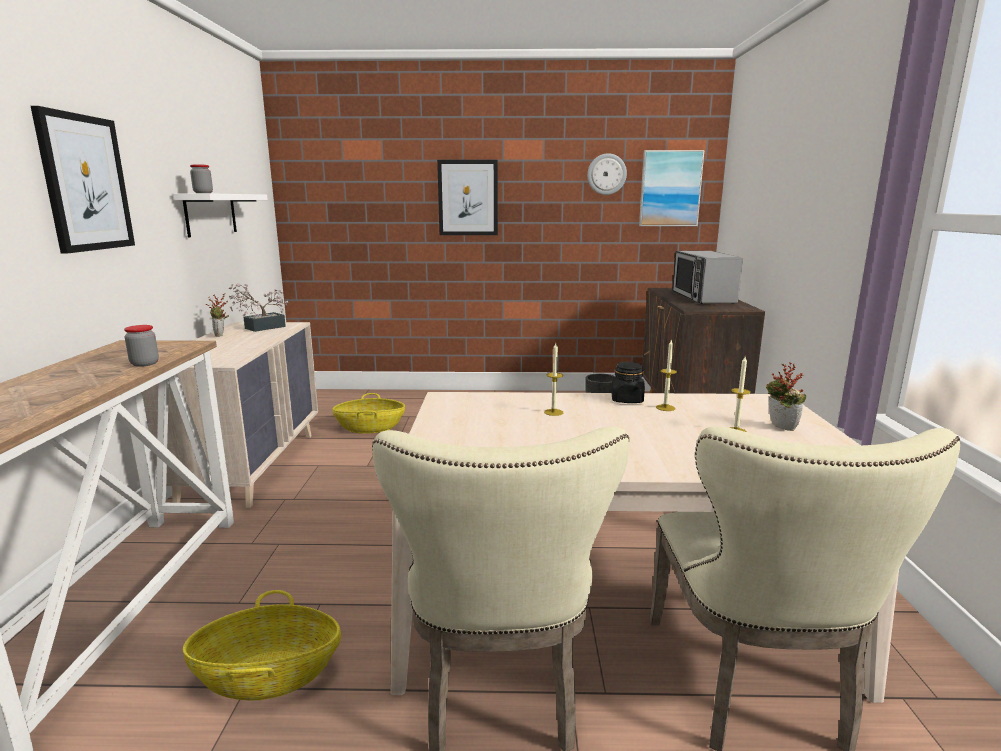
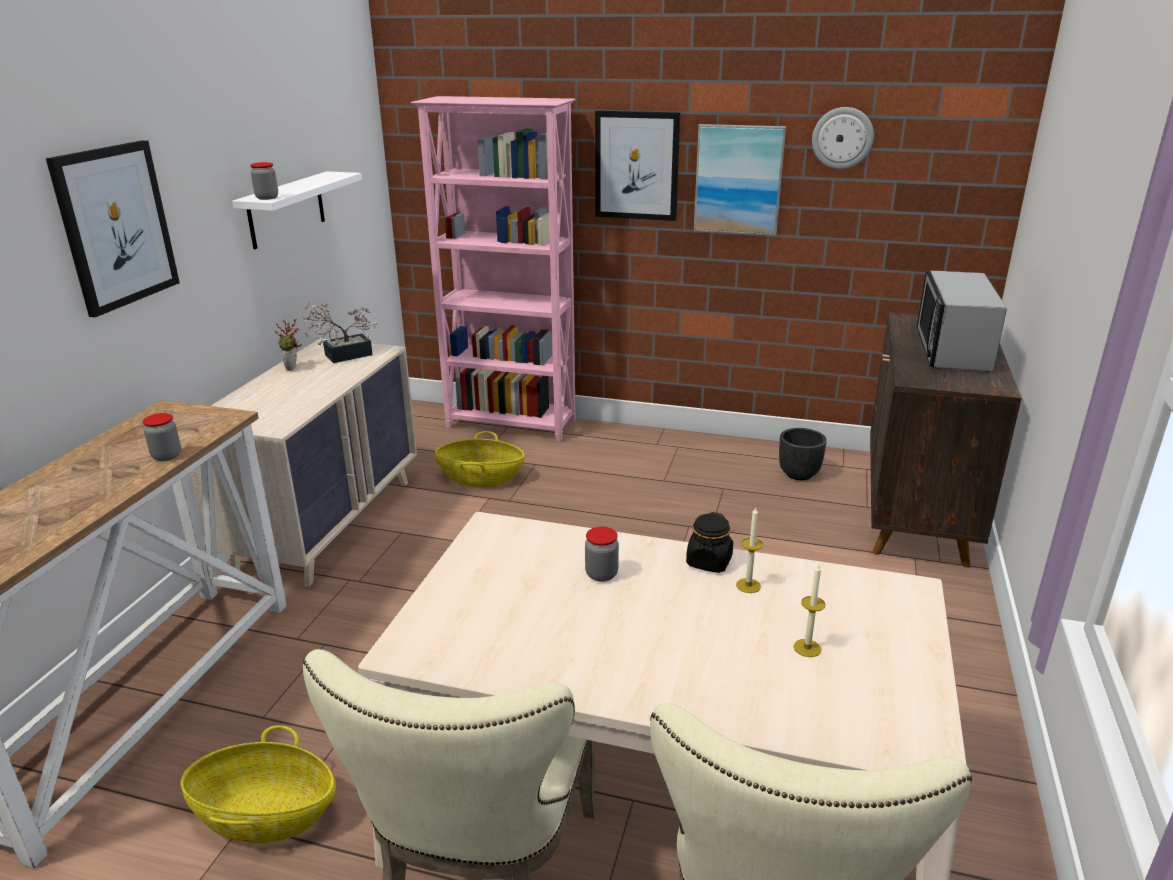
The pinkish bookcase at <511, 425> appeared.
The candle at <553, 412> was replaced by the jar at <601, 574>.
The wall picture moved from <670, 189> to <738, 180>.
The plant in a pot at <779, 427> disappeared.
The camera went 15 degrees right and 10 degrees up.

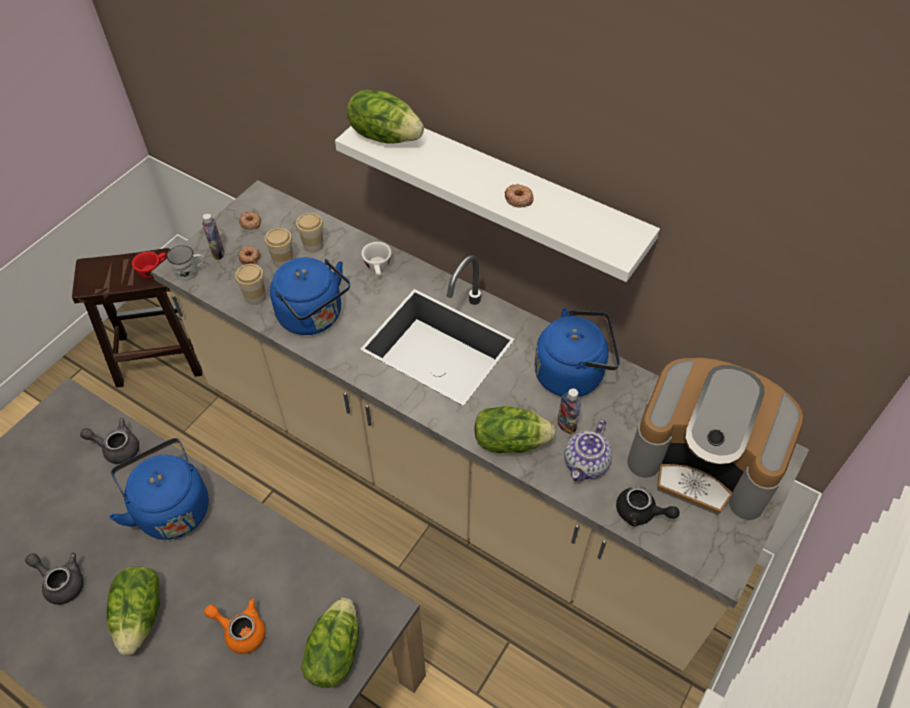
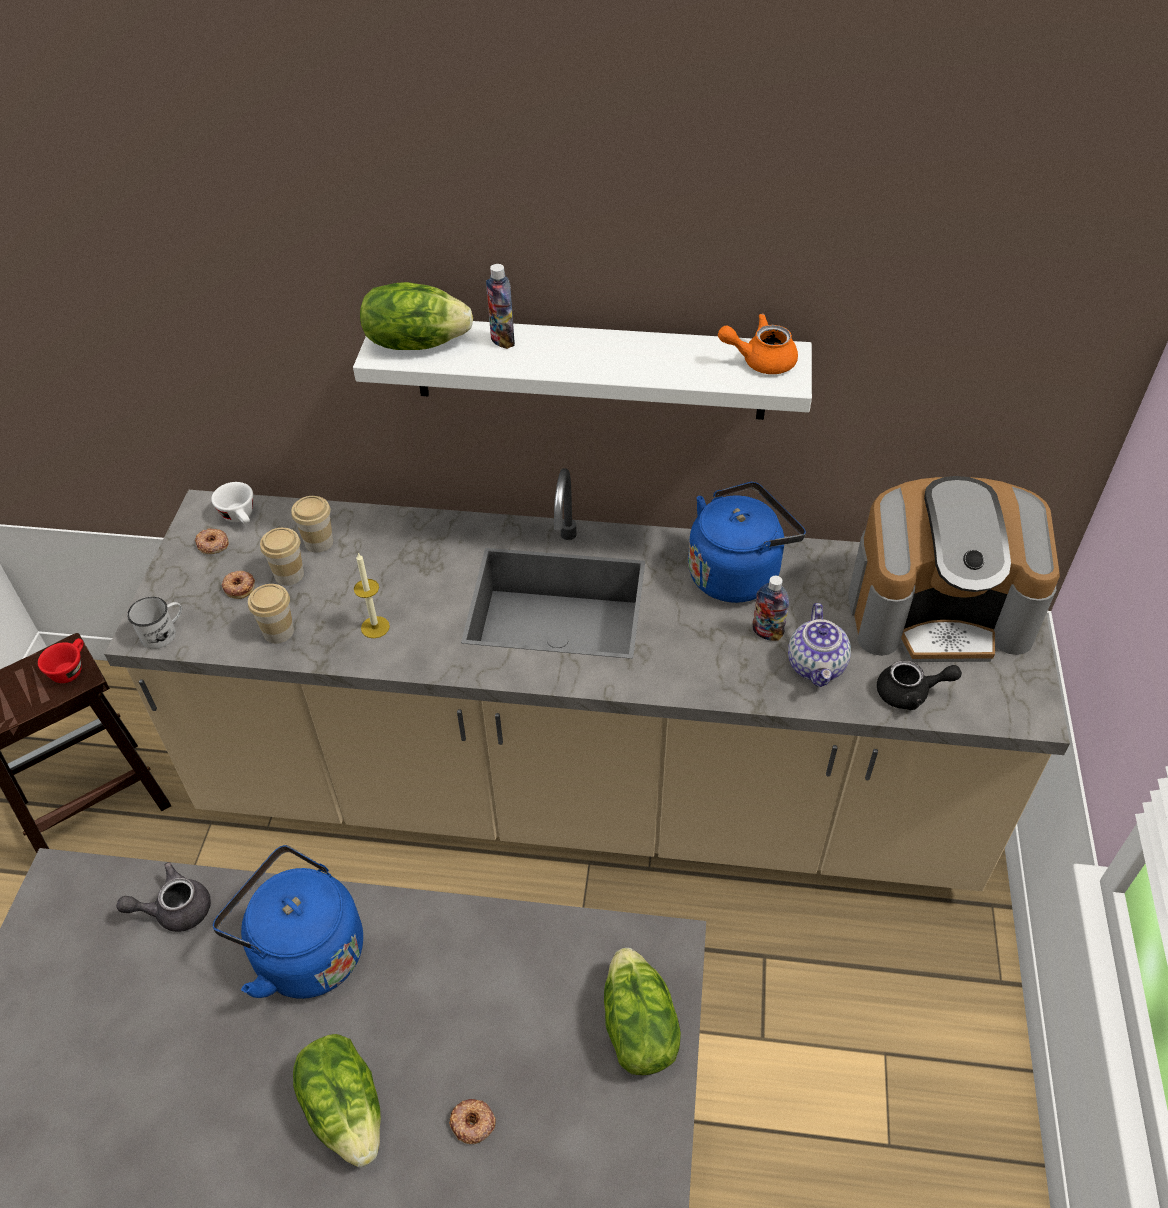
The white-coloured cup moved from <378, 268> to <241, 517>.
The bluish water kettle at <314, 317> was replaced by the candle at <375, 627>.
The ring doughnut moved from <518, 198> to <472, 1123>.
The drink bottle moved from <218, 253> to <502, 340>.
The orangey pot for tea moved from <241, 630> to <760, 360>.
The greyish pot for tea at <61, 582> disappeared.
The lettuce head at <510, 441> disappeared.
The camera went 25 degrees left and 5 degrees down.

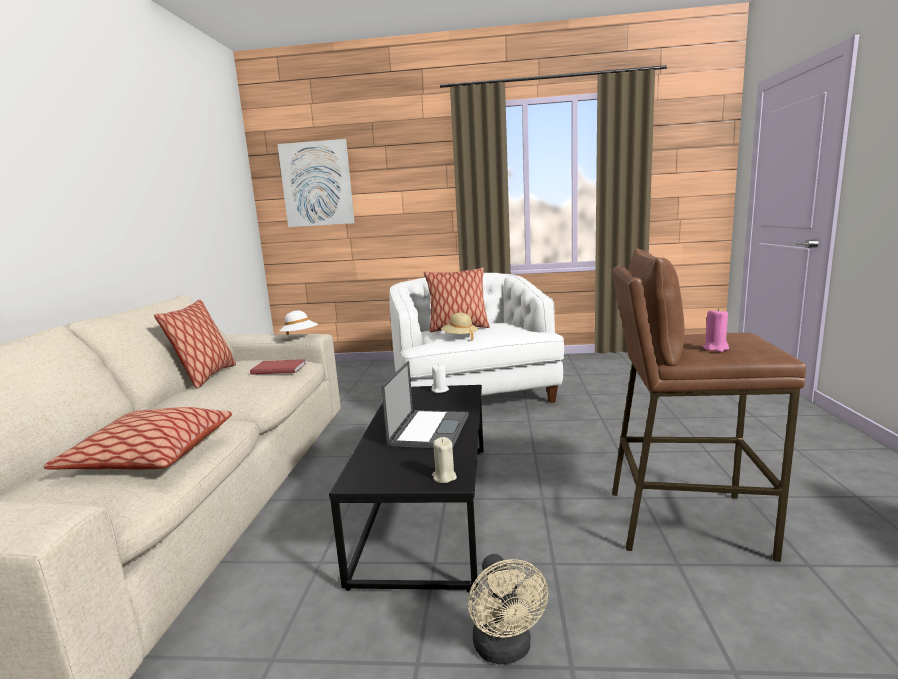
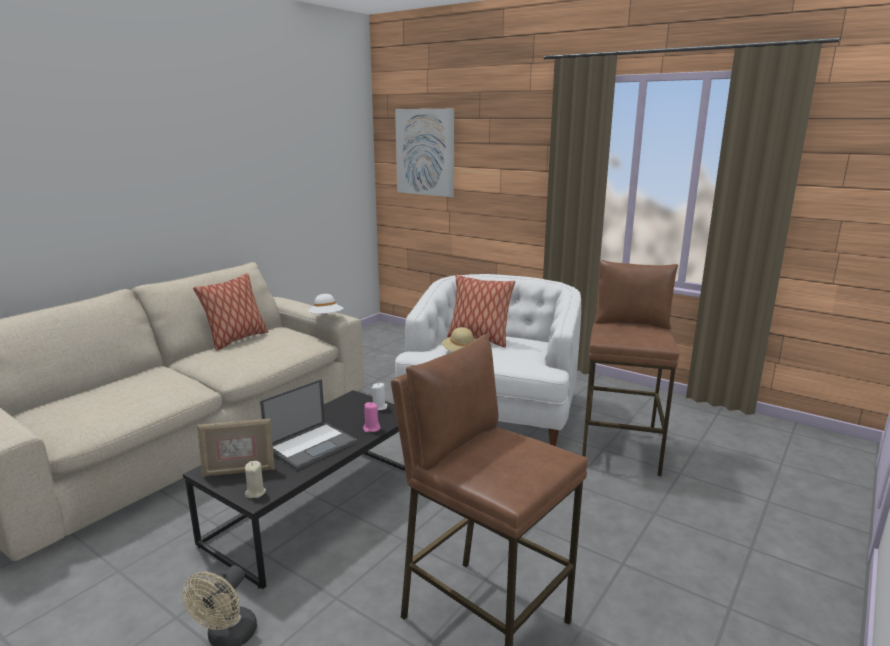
The standing frame at <239, 471> appeared.
The pinkish candle moved from <715, 348> to <371, 428>.
The brownish stool seat at <620, 447> appeared.
The pillow at <150, 456> disappeared.
The red bound book at <279, 368> disappeared.
The camera went 30 degrees right and 5 degrees up.

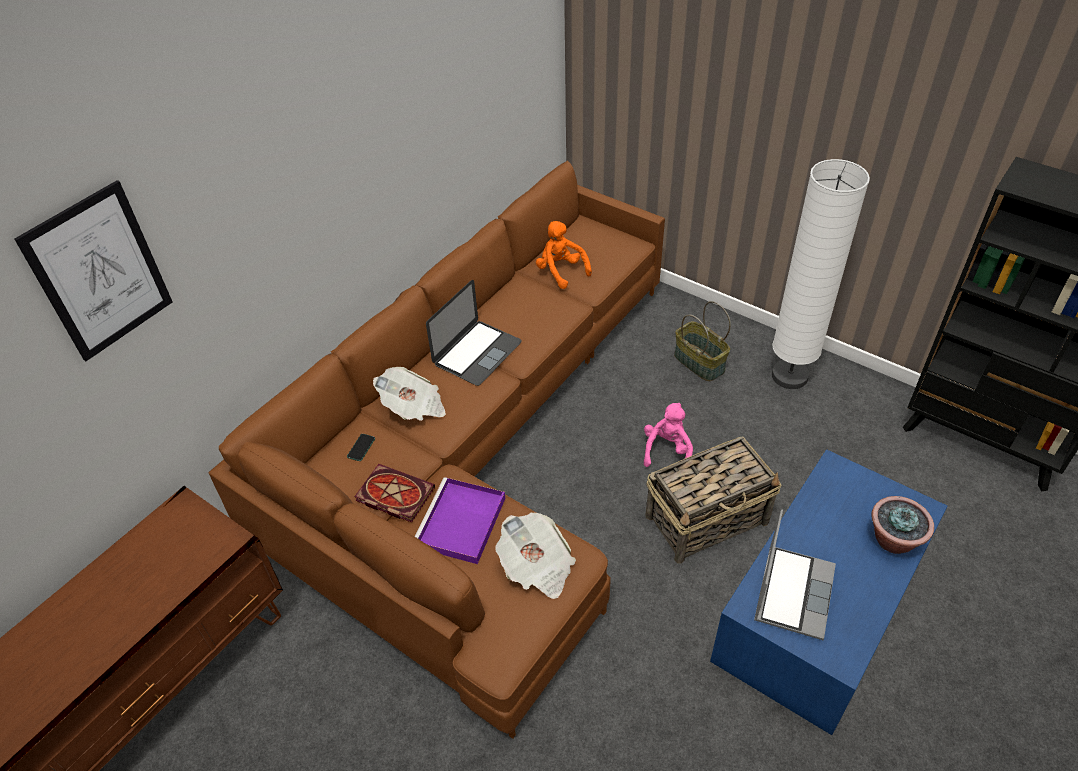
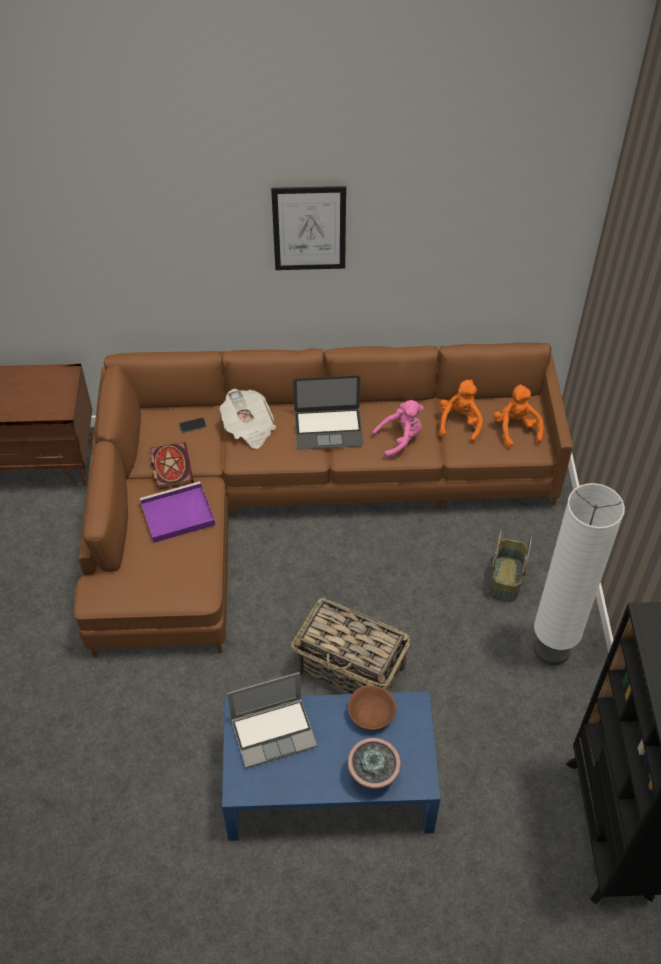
The wall picture moved from <99, 272> to <309, 228>.
The brownish serving bowl at <372, 713> appeared.
The pinkish plush toy moved from <667, 451> to <400, 439>.
The orangey plush toy at <516, 429> appeared.
The printed paper at <537, 567> disappeared.
The camera went 50 degrees right and 5 degrees up.

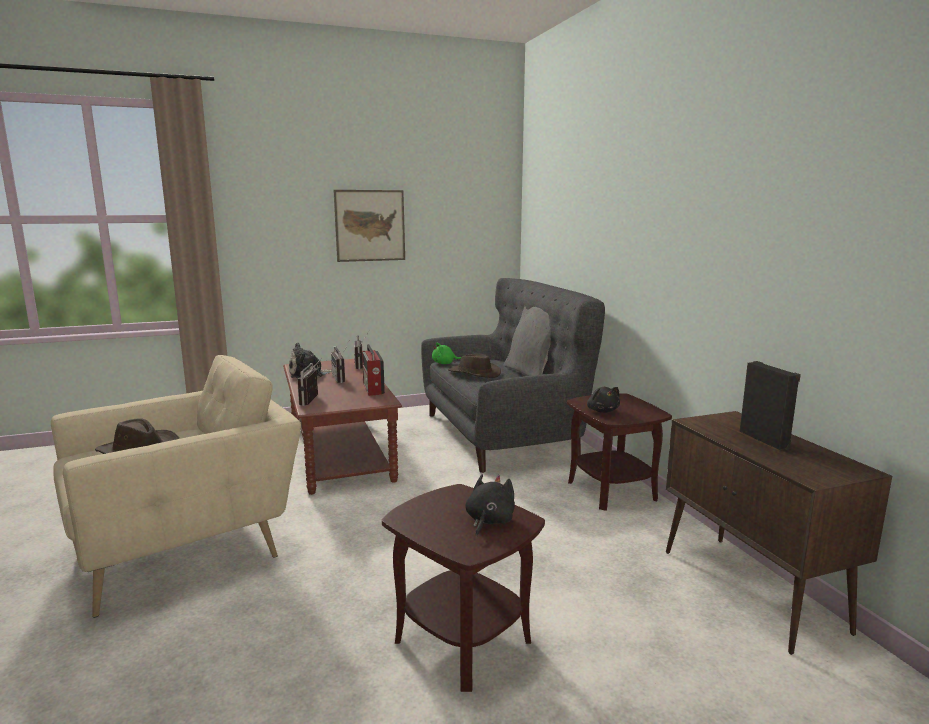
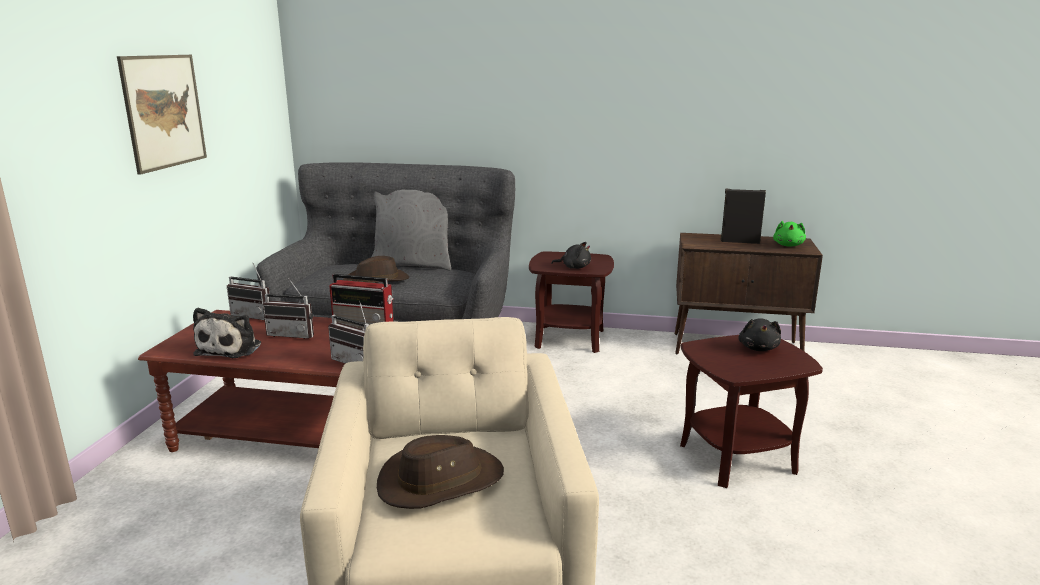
The blackish plush toy at <489, 521> turned 135 degrees counterclockwise.
The green plush toy moved from <445, 363> to <788, 245>.
The camera went 60 degrees left and 5 degrees up.

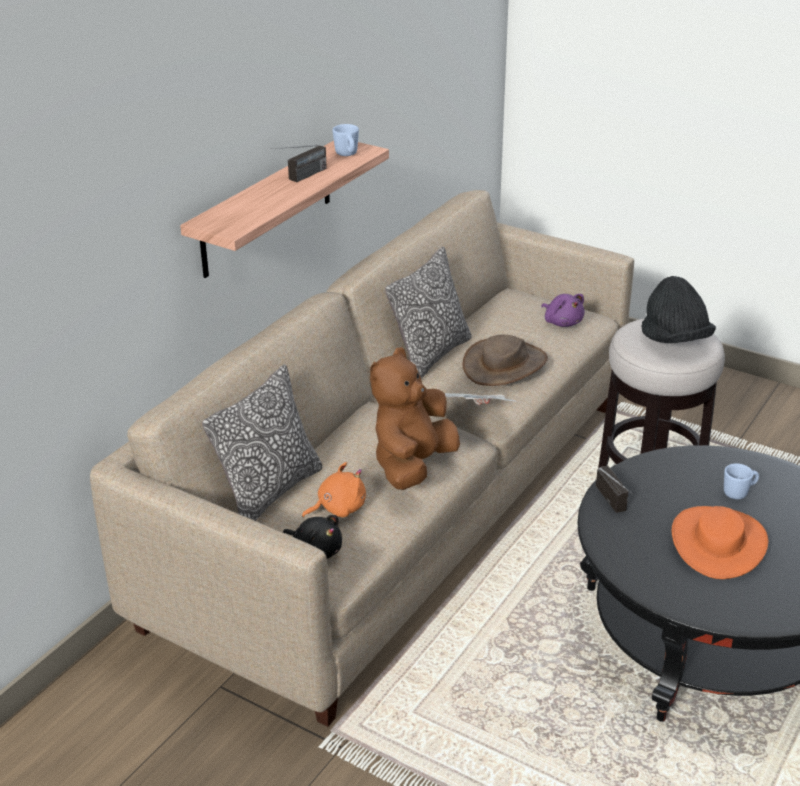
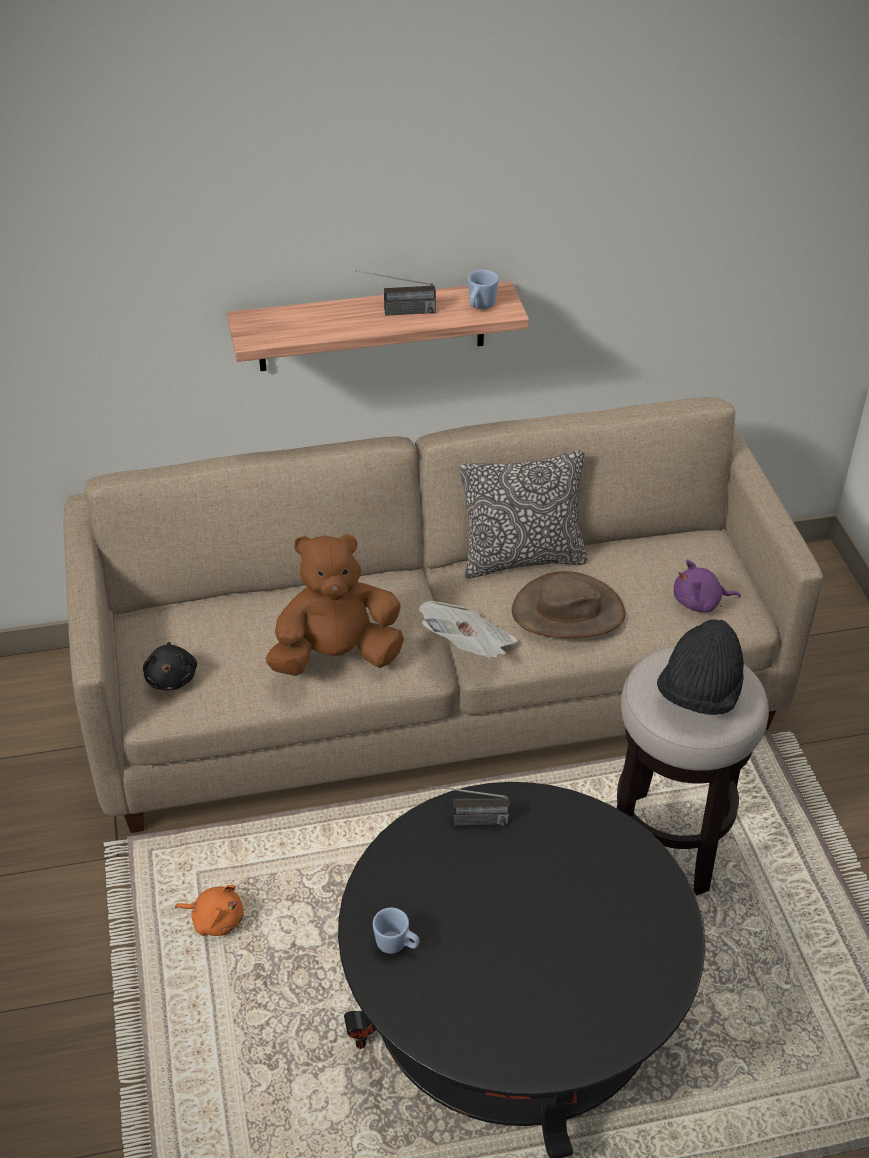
The orangey plush toy moved from <338, 508> to <215, 920>.
The bluish tea mug moved from <739, 493> to <397, 945>.
The radio at <617, 505> turned 60 degrees clockwise.
The purplish plush toy at <562, 322> turned 75 degrees clockwise.
The pillow at <270, 492> disappeared.
The orangey wearable hat at <718, 543> disappeared.
The camera went 45 degrees right and 10 degrees up.

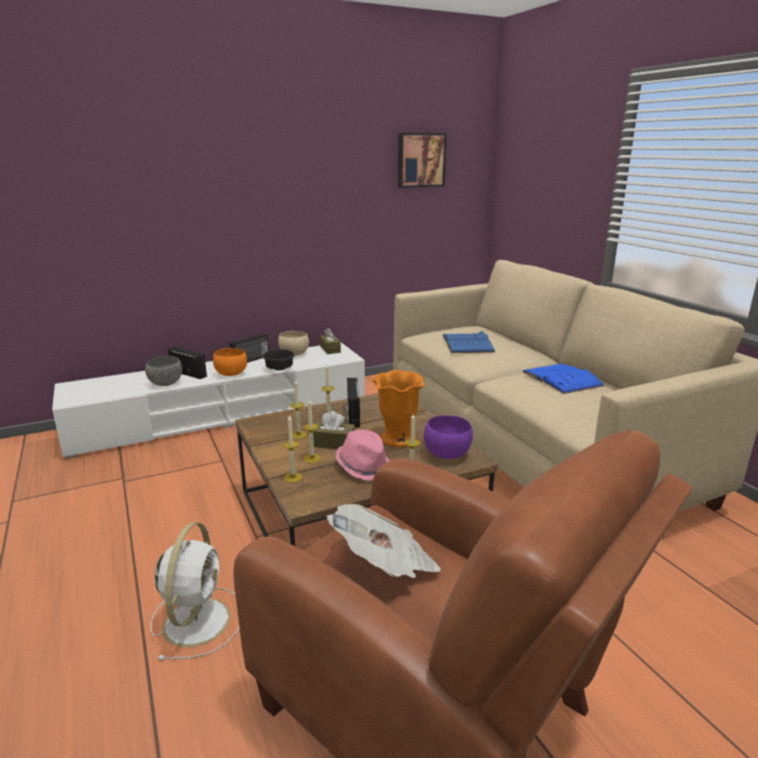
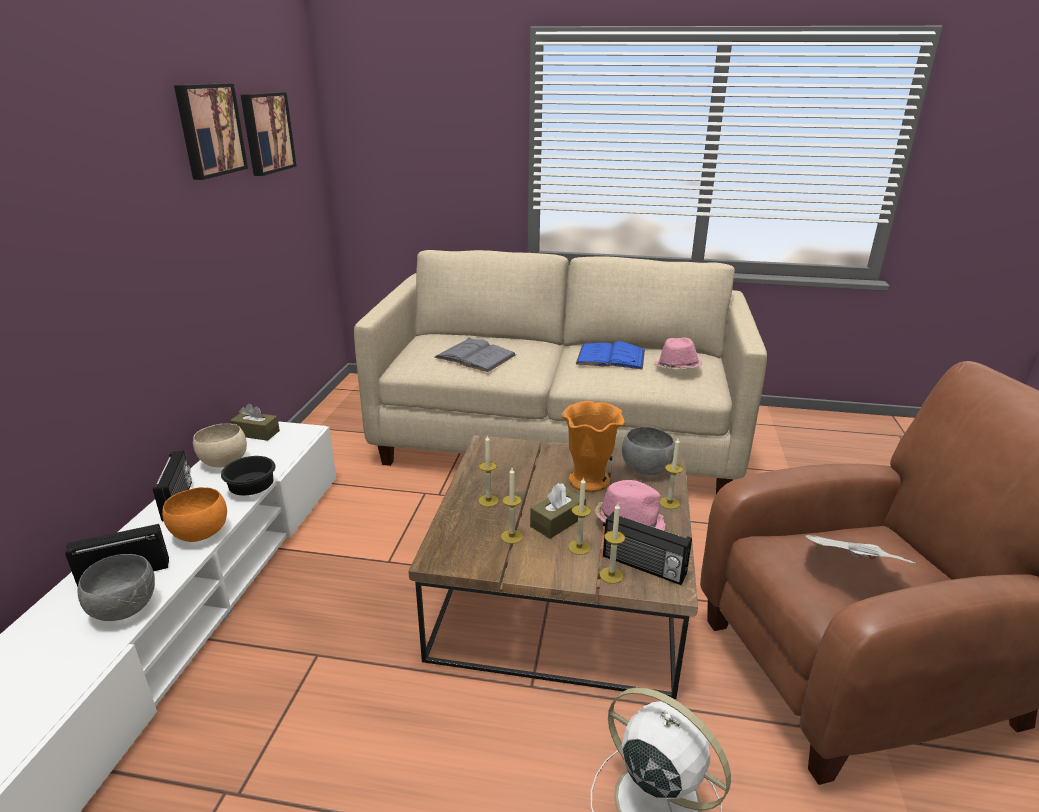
The wall picture at <209, 130> appeared.
The bluish bound book at <467, 343> became the greyish bound book at <475, 356>.
The radio moved from <352, 415> to <643, 566>.
The purplish serving bowl at <447, 454> became the greyish serving bowl at <645, 469>.
The pinkish wearable hat at <677, 368> appeared.
The camera went 55 degrees left and 5 degrees up.

